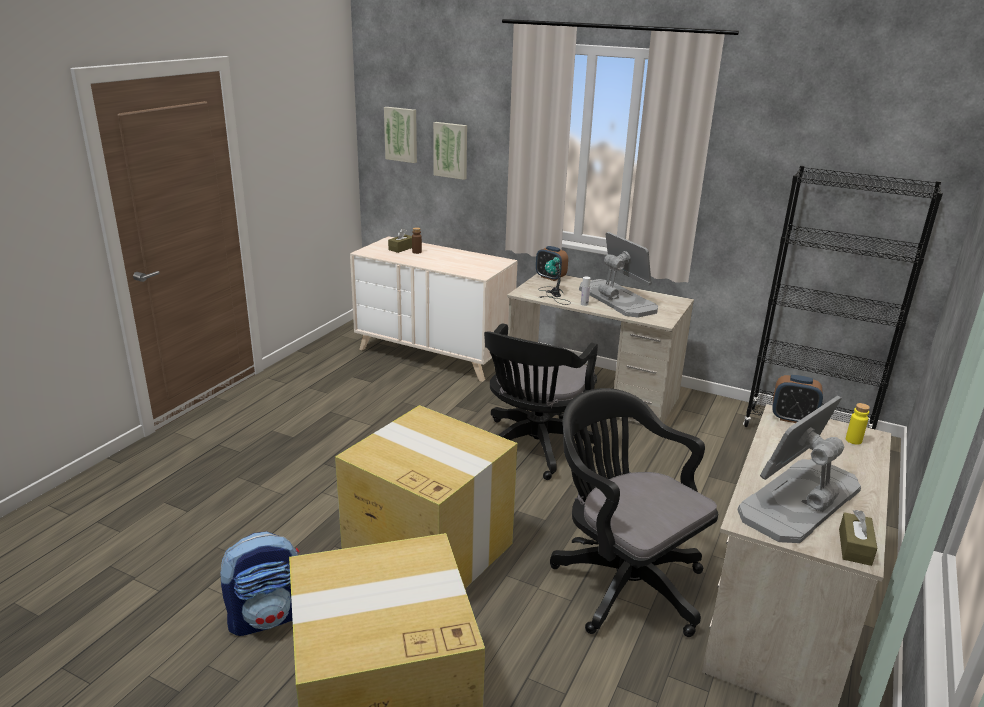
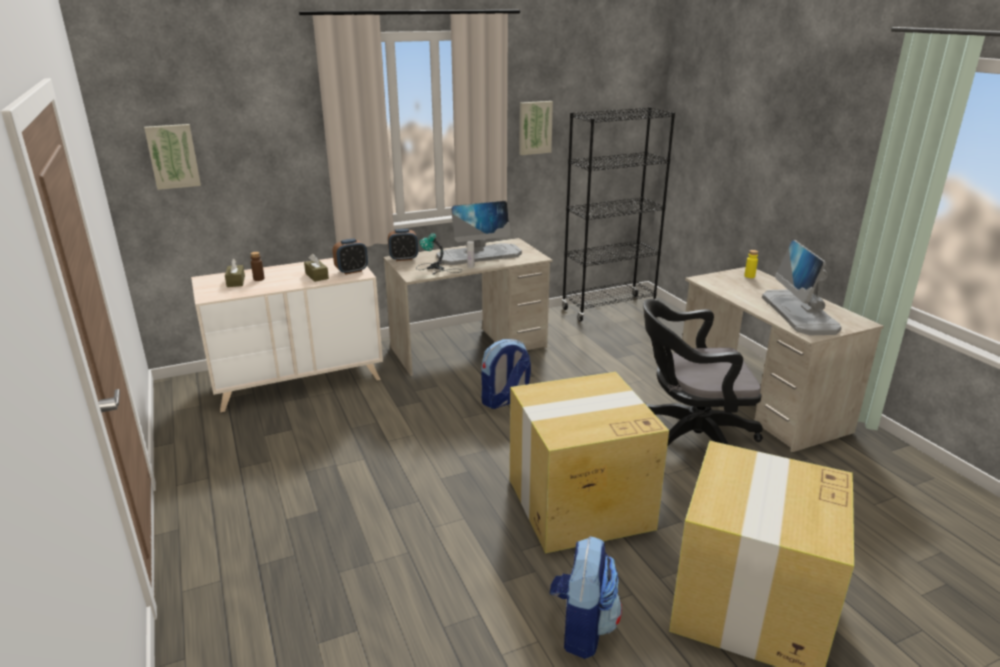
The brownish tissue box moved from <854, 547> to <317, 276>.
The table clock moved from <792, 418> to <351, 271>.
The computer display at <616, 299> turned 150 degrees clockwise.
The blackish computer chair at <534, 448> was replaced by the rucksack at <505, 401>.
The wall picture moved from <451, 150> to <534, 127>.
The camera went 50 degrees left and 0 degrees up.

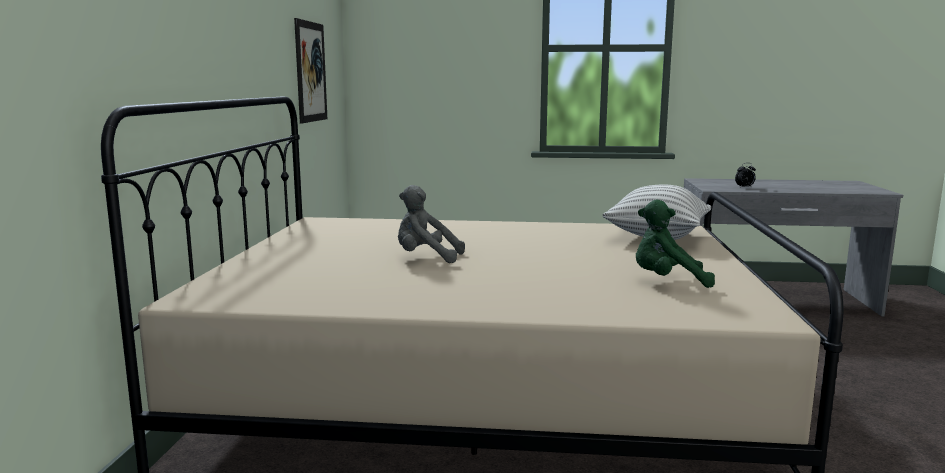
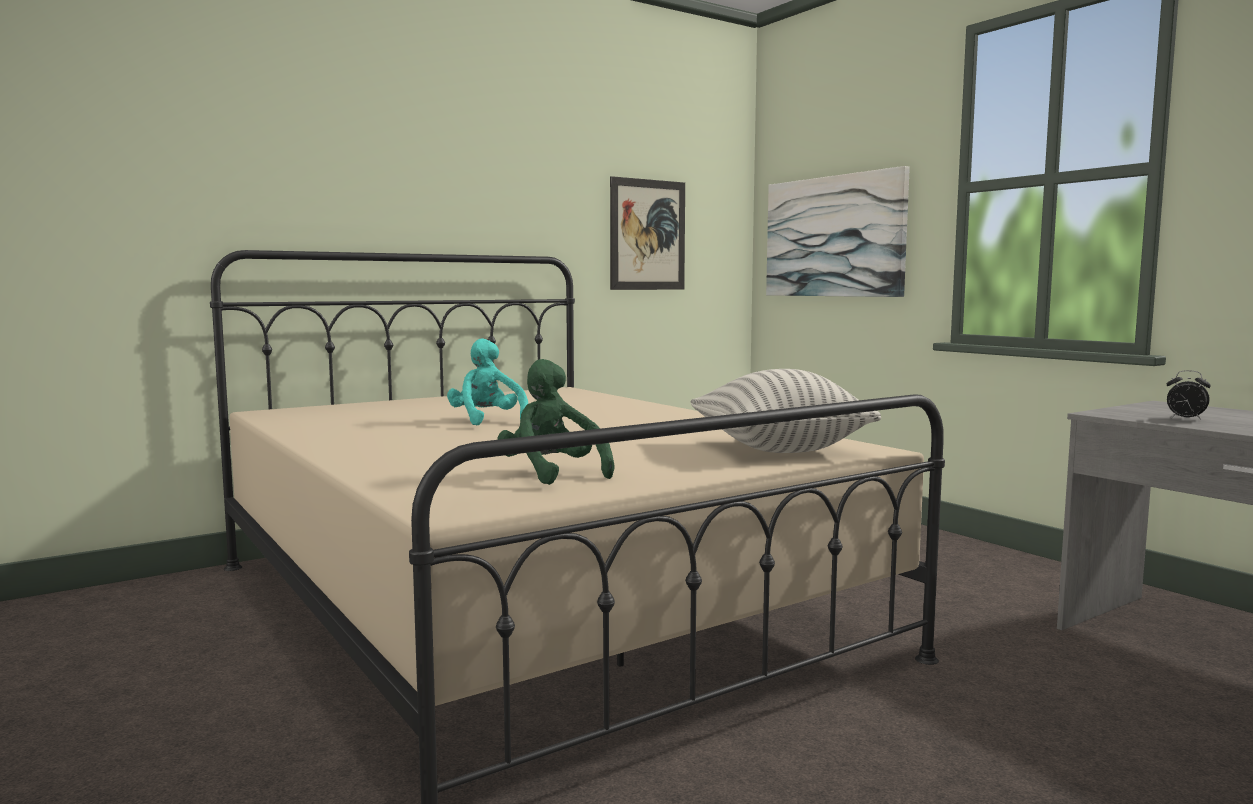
The greyish plush toy at <426, 258> became the turquoise-coloured plush toy at <487, 421>.
The wall picture at <834, 236> appeared.
The camera went 50 degrees right and 5 degrees down.

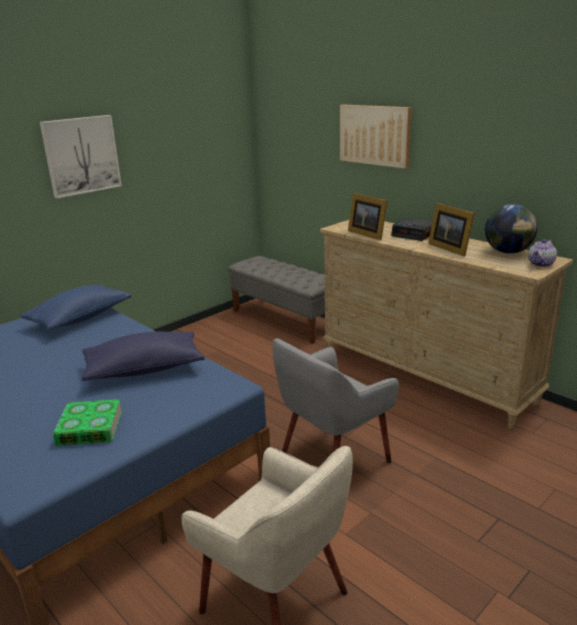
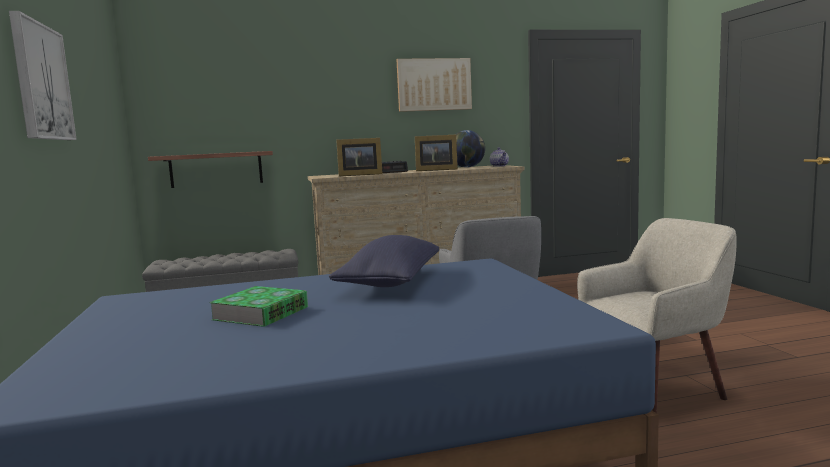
The wall shelf at <216, 169> appeared.
The bound book moved from <90, 428> to <261, 313>.
The wall picture moved from <374, 135> to <434, 84>.
The bluish pillow at <80, 318> disappeared.
The camera went 60 degrees left and 15 degrees down.

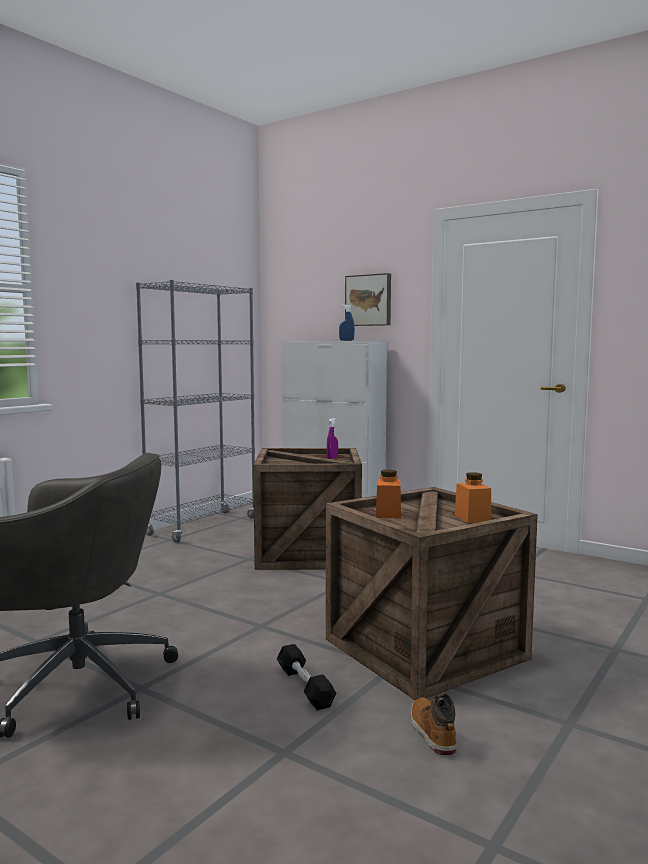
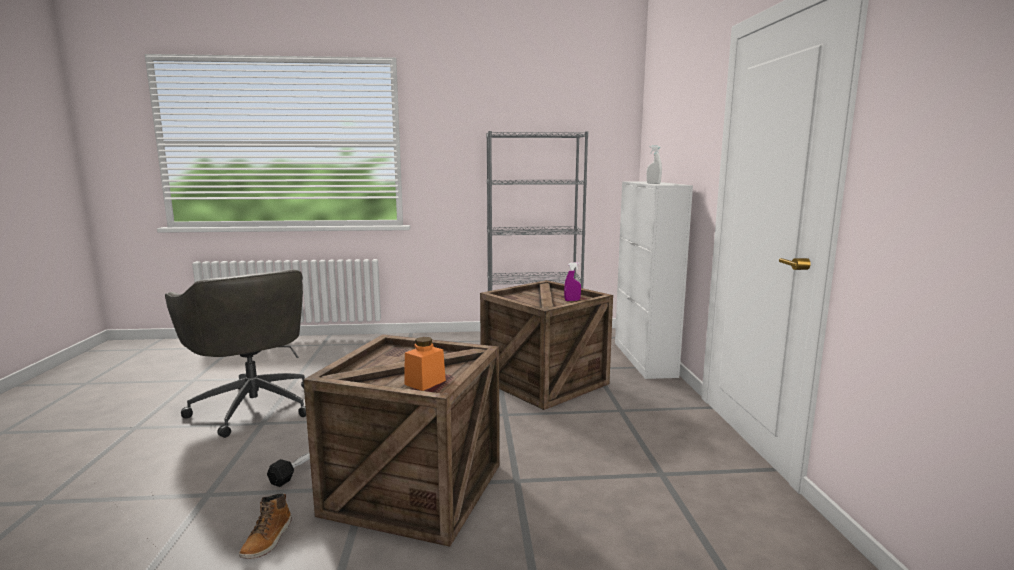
The tall boot at <432, 732> turned 150 degrees clockwise.
The bluish hand sprayer at <346, 340> became the white-coloured hand sprayer at <653, 183>.
The wall picture at <369, 300> disappeared.
The orangey jar at <388, 514> disappeared.
The camera went 50 degrees right and 5 degrees up.

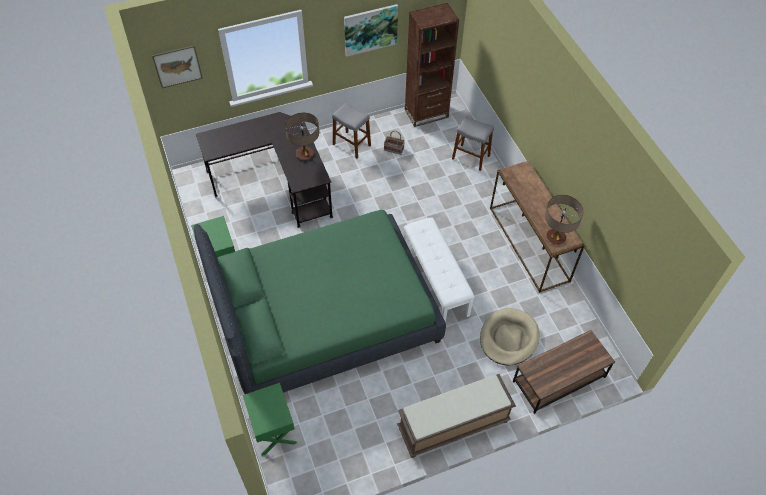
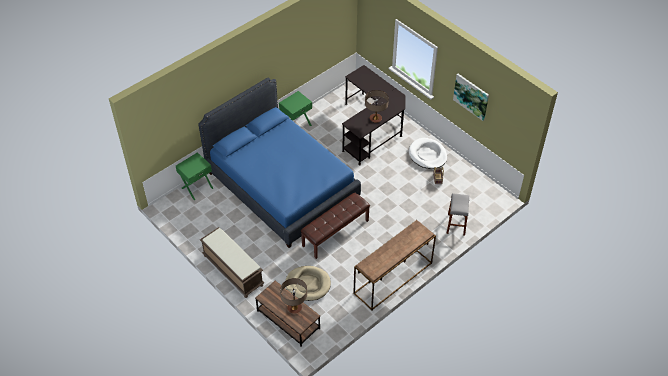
The green bedroom bed at <324, 316> became the bluish bedroom bed at <282, 185>.
The tabletop lamp moved from <555, 237> to <294, 308>.
The white-coloured long seat at <435, 280> became the brownish long seat at <335, 233>.
The greyish stool seat at <351, 145> was replaced by the white-coloured dog bed at <427, 155>.
The wall picture at <177, 66> disappeared.
The brownish bookcase at <426, 113> disappeared.
The camera went 70 degrees right and 5 degrees down.

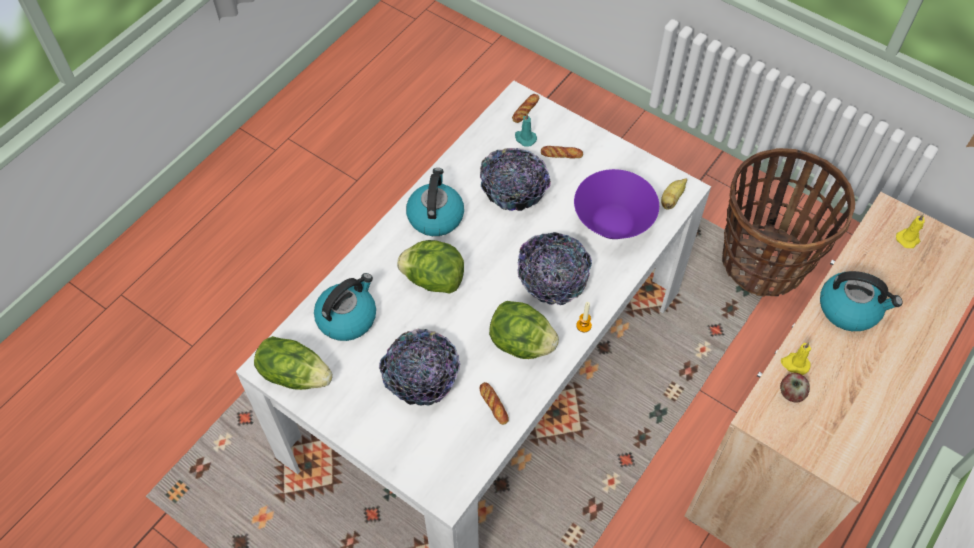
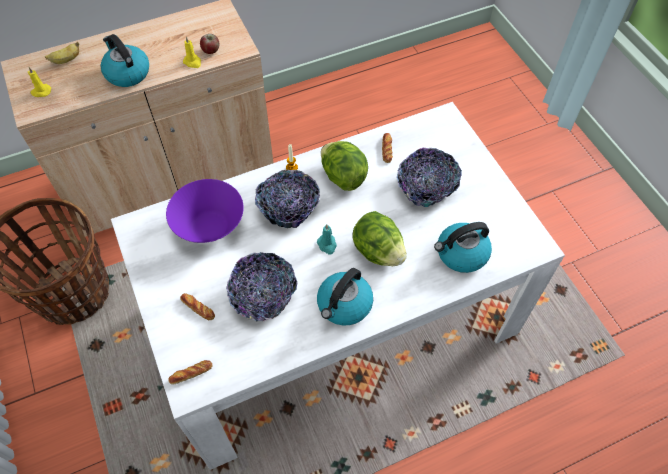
The banana moved from <671, 199> to <66, 60>.
The turquoise-coloured candle moved from <525, 138> to <327, 245>.
The lettuce head at <295, 374> disappeared.
The camera went 150 degrees left and 0 degrees up.

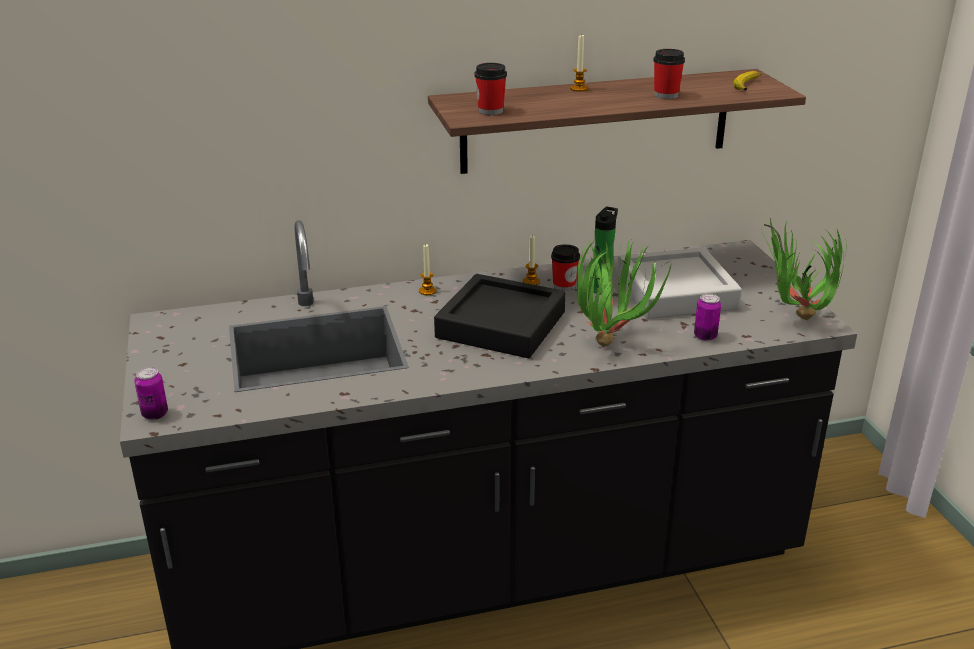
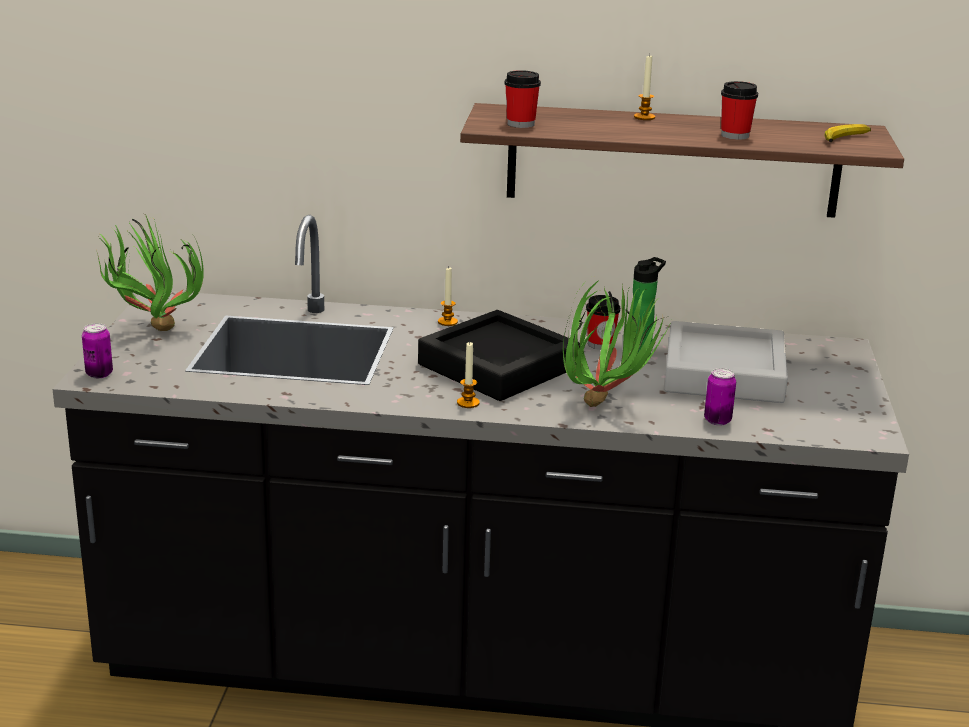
The plant in a pot moved from <795, 320> to <151, 329>.
The candle moved from <531, 281> to <468, 403>.
The camera went 20 degrees right and 5 degrees down.

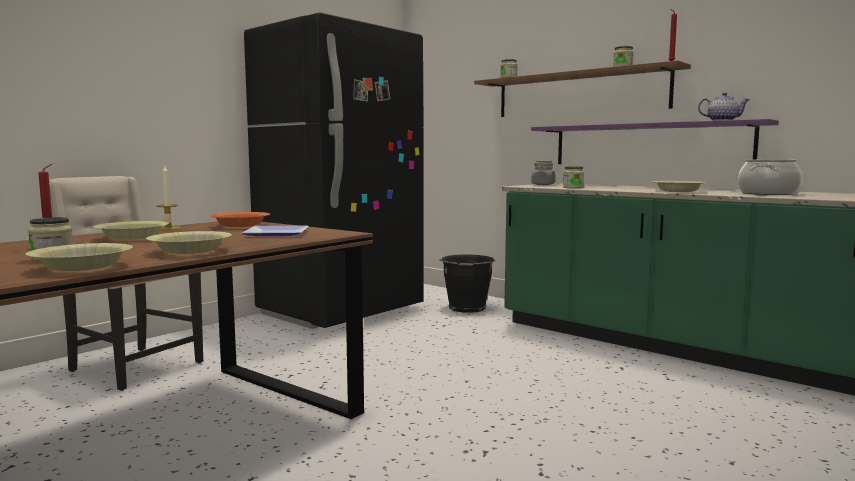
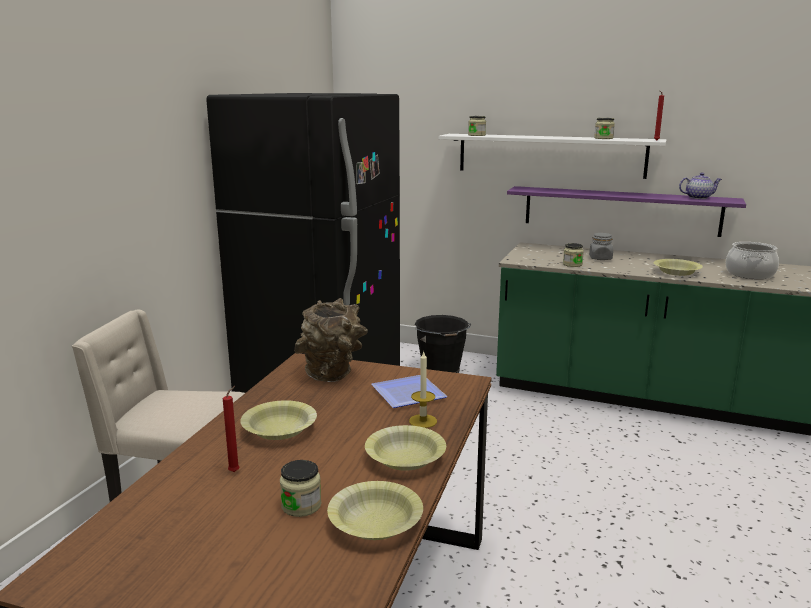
The orangey serving bowl at <240, 225> was replaced by the brownish flower vase at <333, 375>.
The candle moved from <168, 228> to <423, 421>.
The brownish wall shelf at <579, 94> became the white-coloured wall shelf at <550, 155>.
The greyish jar moved from <543, 184> to <600, 258>.
The camera went 20 degrees left and 10 degrees up.

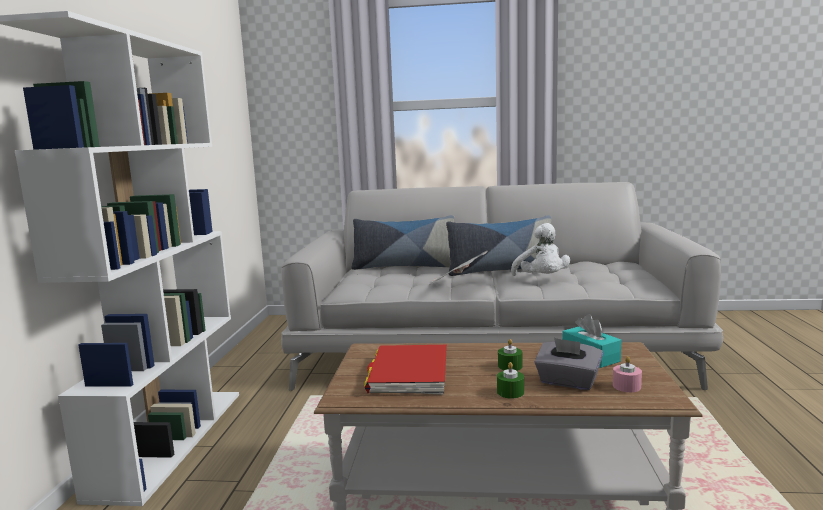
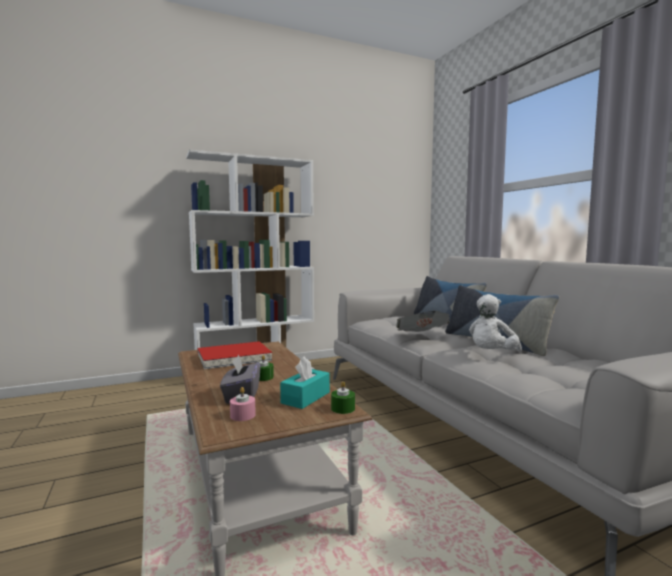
The green candle moved from <510, 392> to <343, 408>.
The camera went 60 degrees right and 5 degrees down.

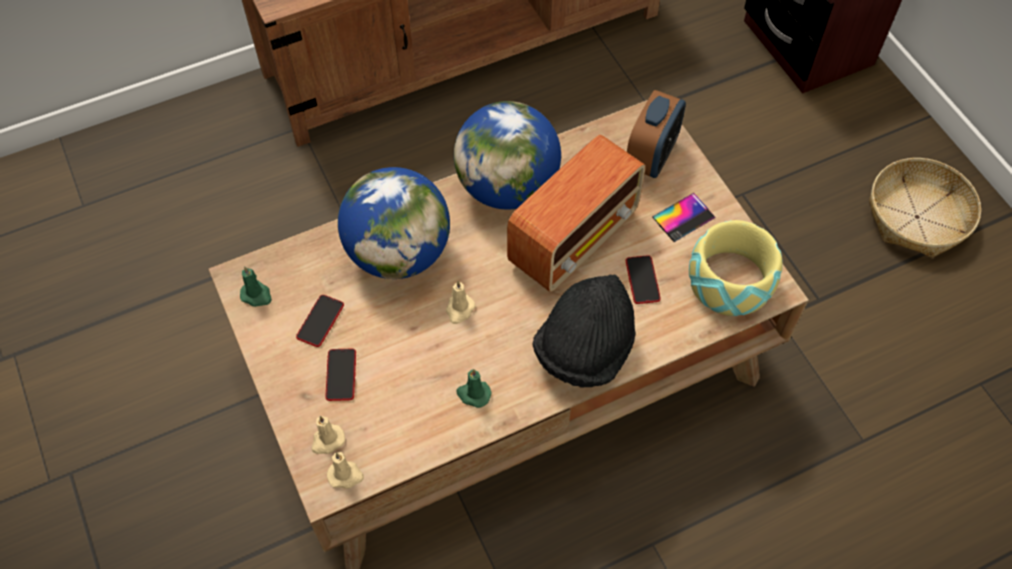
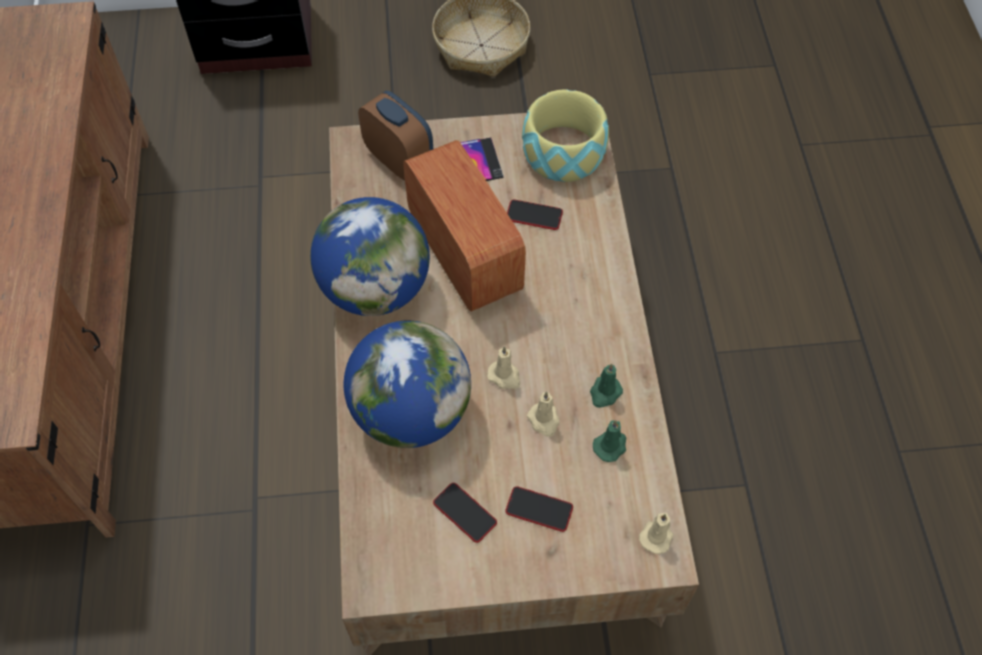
The sand-coloured candle moved from <327, 441> to <544, 420>.
The green candle moved from <257, 295> to <610, 446>.
The blackish wearable hat at <585, 349> disappeared.
The camera went 70 degrees left and 0 degrees up.

